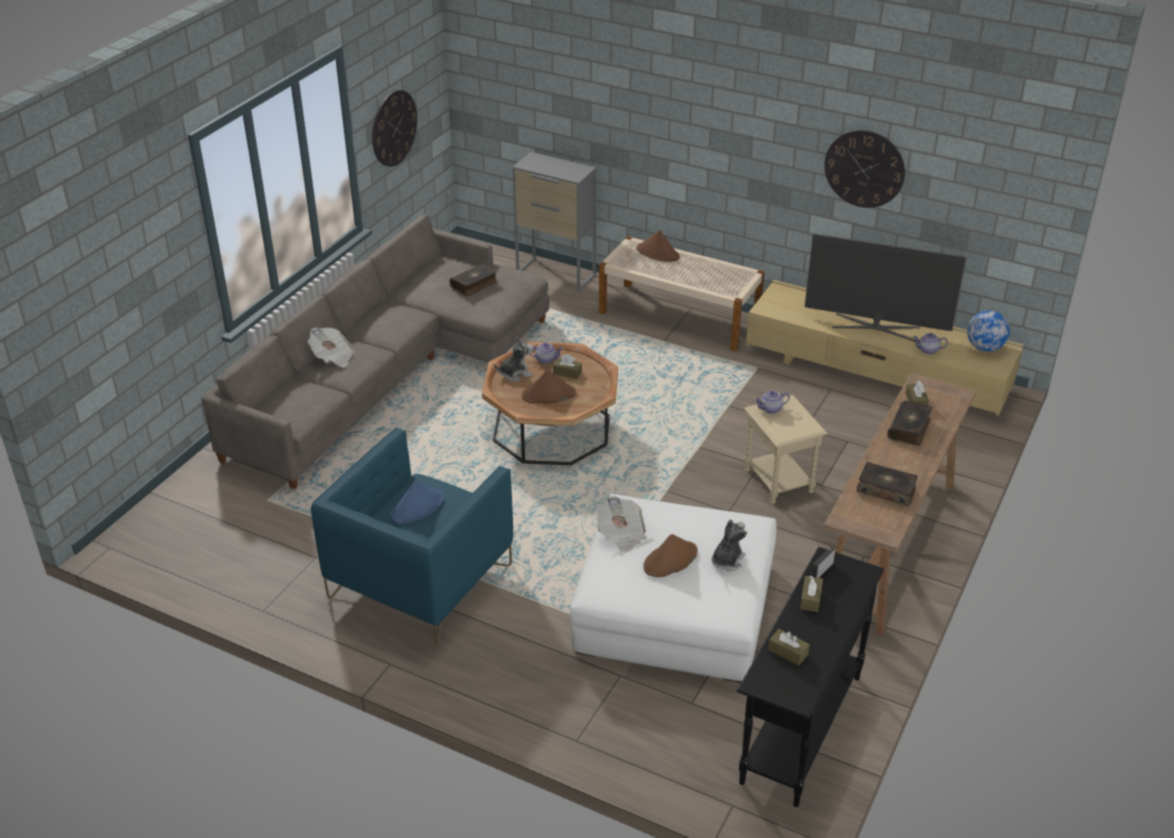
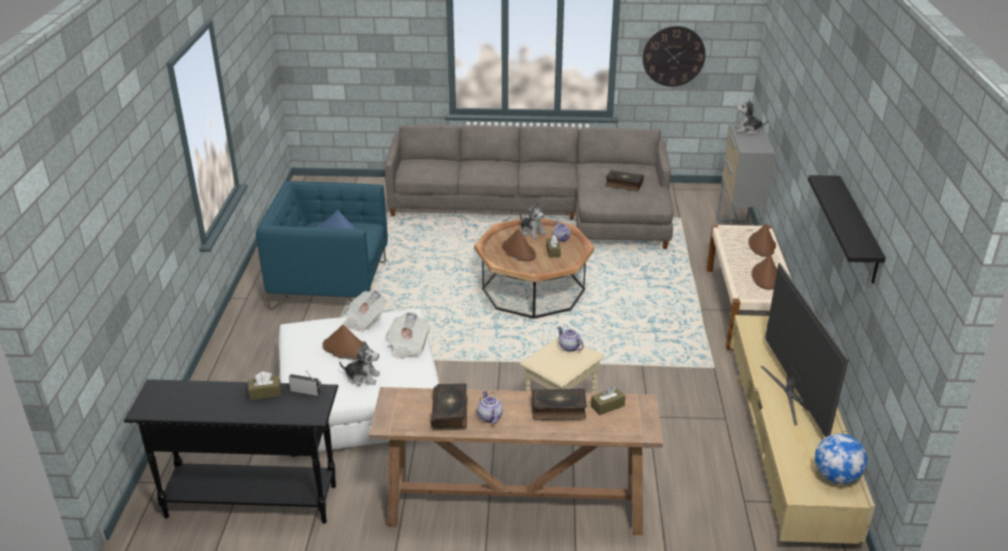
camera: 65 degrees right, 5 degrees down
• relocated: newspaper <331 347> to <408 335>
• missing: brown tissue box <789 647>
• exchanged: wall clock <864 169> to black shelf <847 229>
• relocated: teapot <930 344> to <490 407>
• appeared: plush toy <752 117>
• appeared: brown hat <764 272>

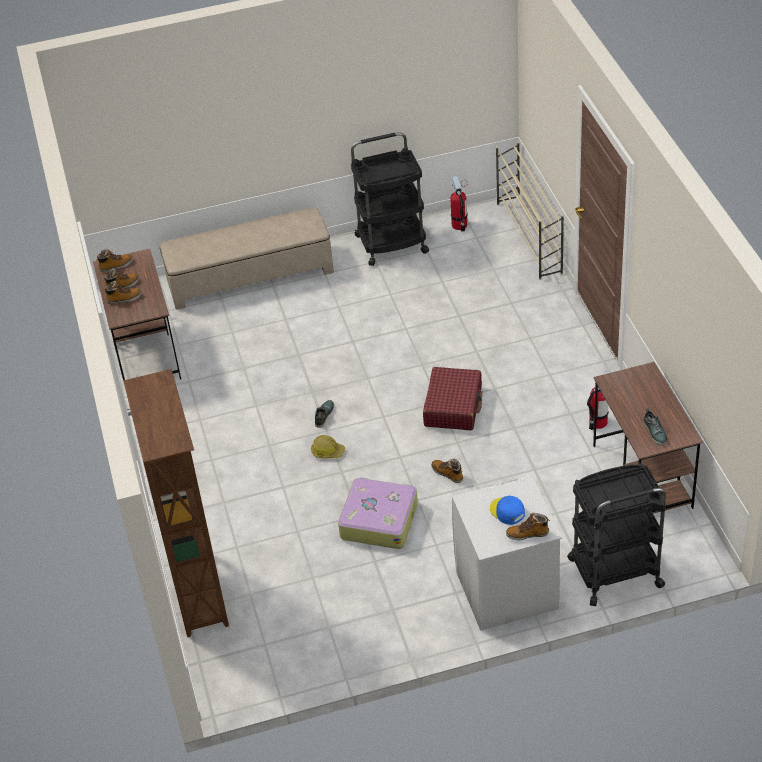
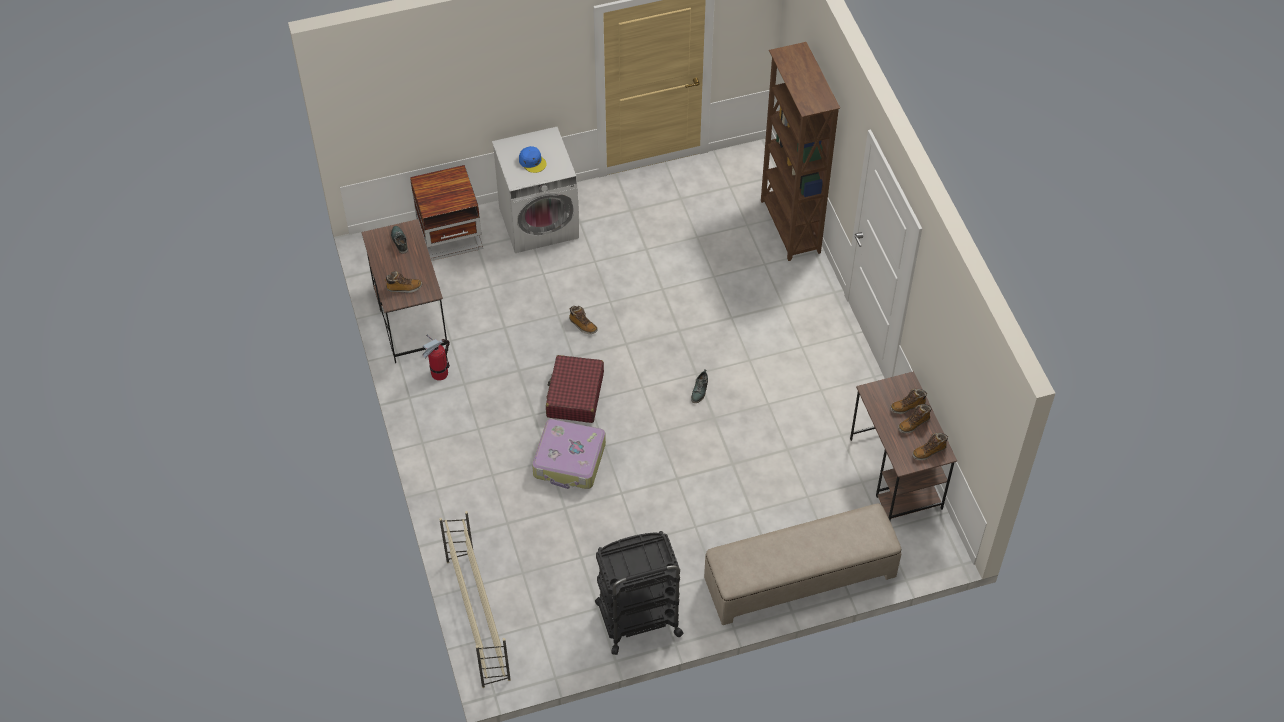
camera: 175 degrees right, 10 degrees up
• missing: hard hat <328 447>
• relocated: suitcase <378 513> to <569 454>
• missing: fire extinguisher <459 204>
• relocated: boot <528 526> to <403 282>
• exchanged: black cart <616 534> to nightstand <446 213>

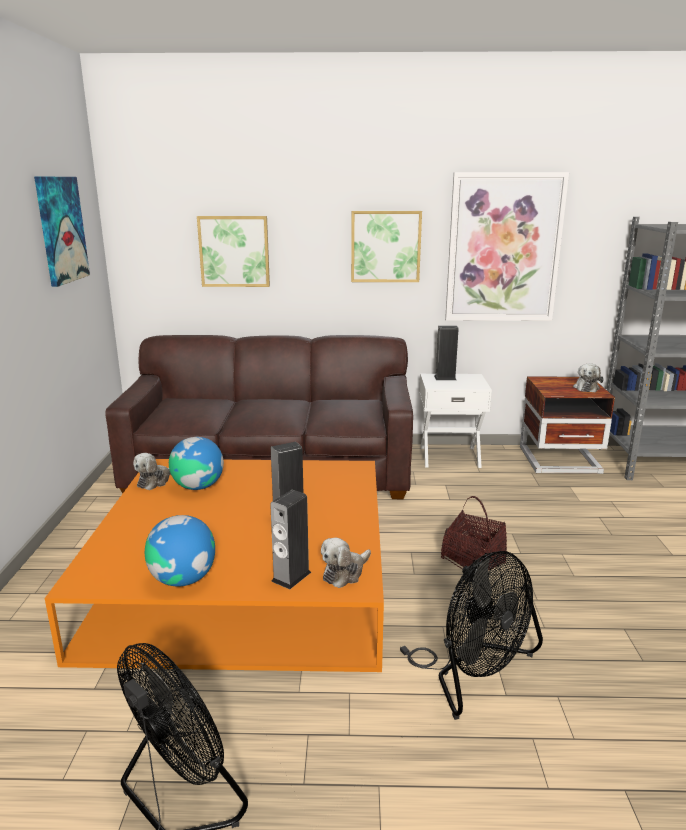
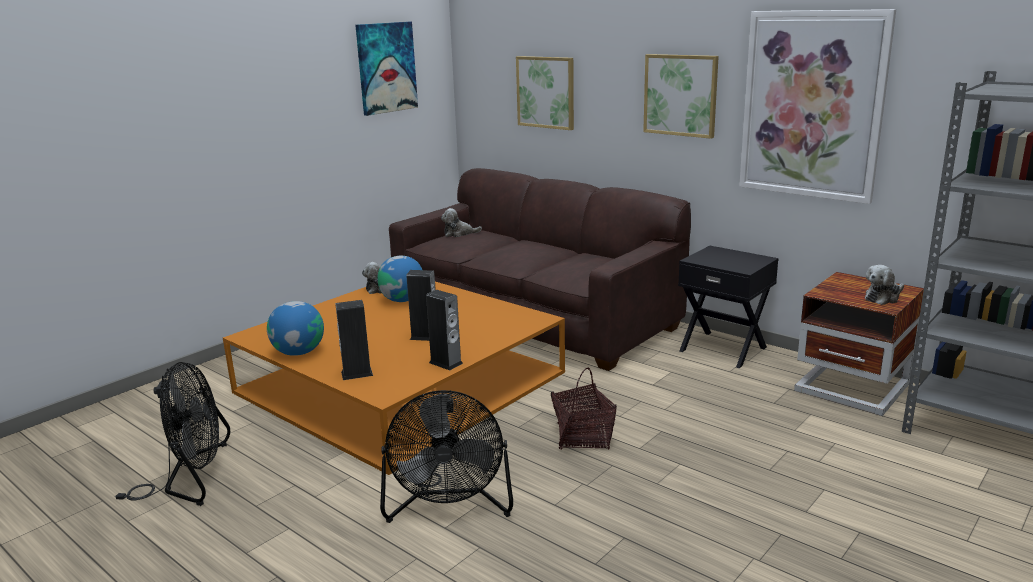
camera: 40 degrees right, 0 degrees up
• relocated: plush toy <346 563> to <461 222>
• colour: white side table <455 421> to black side table <728 307>
• relocated: speaker <446 353> to <444 330>

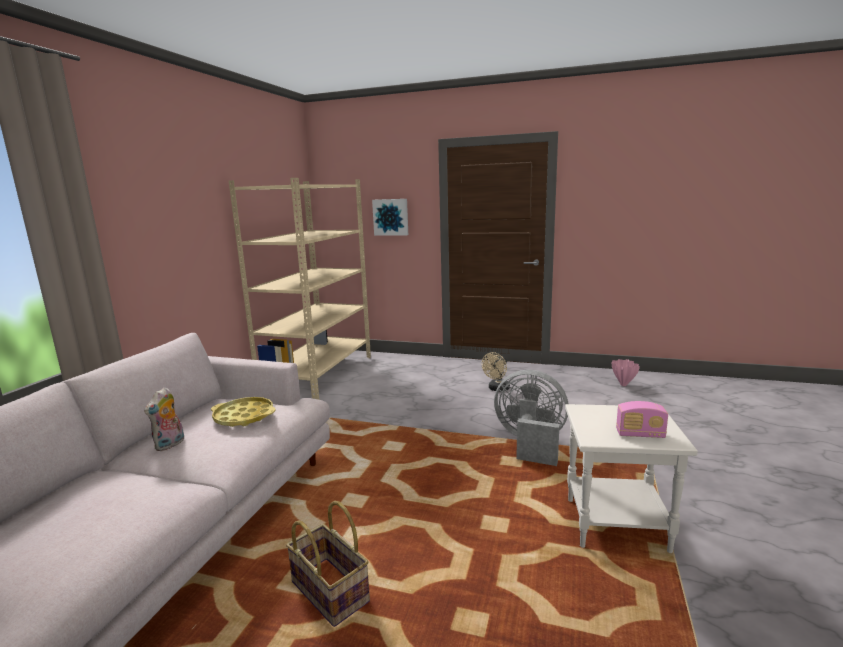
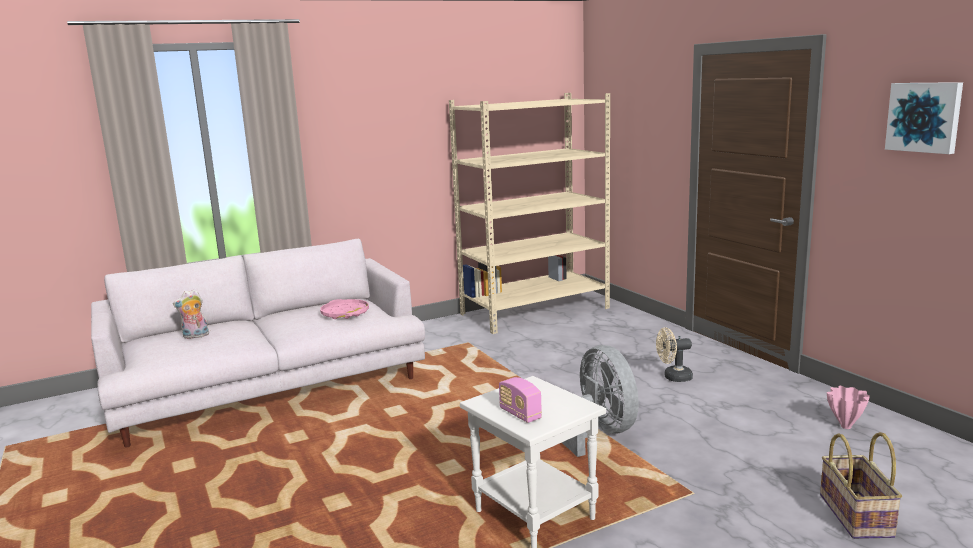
camera: 45 degrees right, 0 degrees up
• relocated: plush toy <164 419> to <191 314>
• colour: yellow tray <243 412> to pink tray <344 309>
• relocated: basket <328 564> to <861 485>
• relocated: picture <390 217> to <924 118>

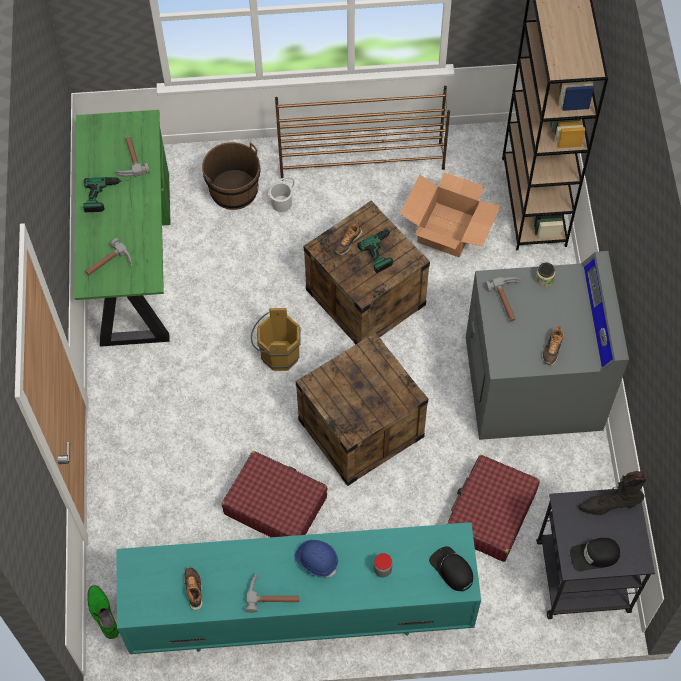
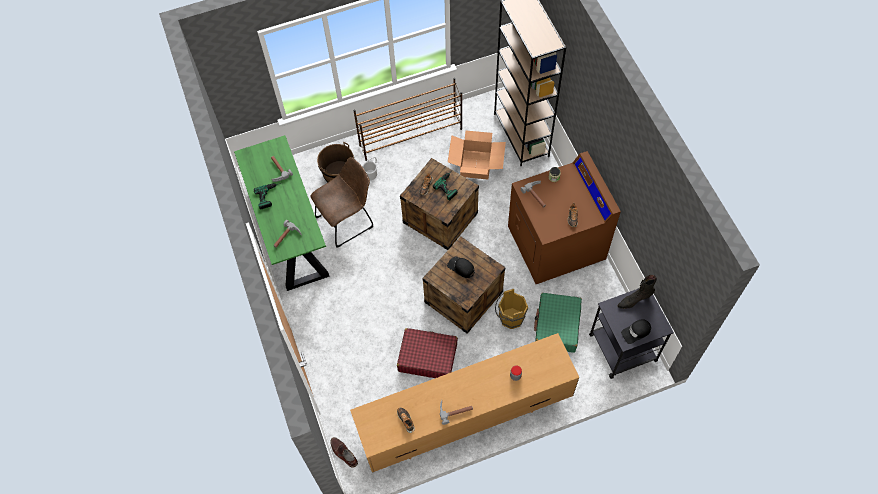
camera: 15 degrees left, 0 degrees up
• colour: green boot <103 612> to brown boot <344 452>
• colour: turquoise cabinet <299 588> to brown cabinet <464 403>
• relocated: brown bucket <276 339> to <511 309>
• missing: blue hard hat <316 558>
• relocated: black cap <451 568> to <461 267>
• colour: red suitcase <493 508> to green suitcase <558 323>
• colour: grey washing machine <547 345> to brown washing machine <564 217>
• appeared: brown chair <342 202>

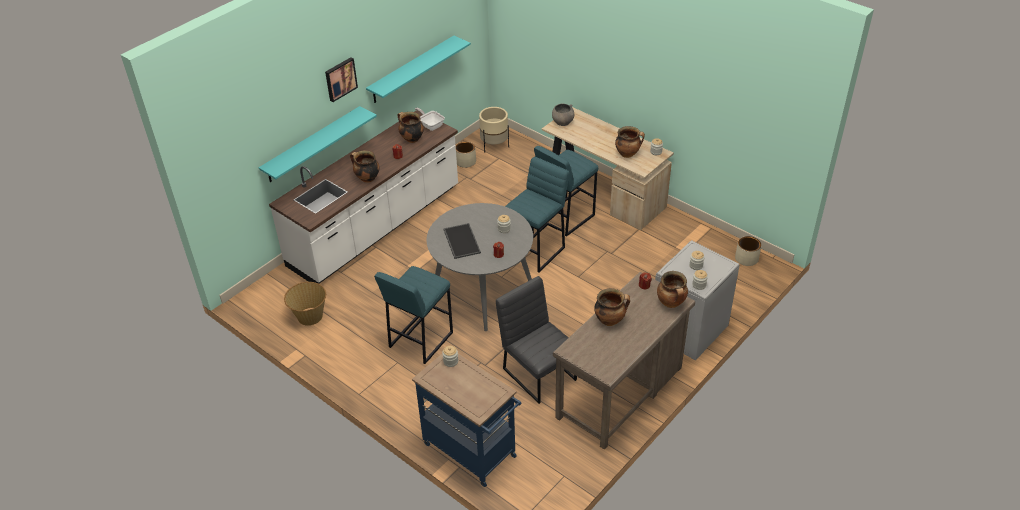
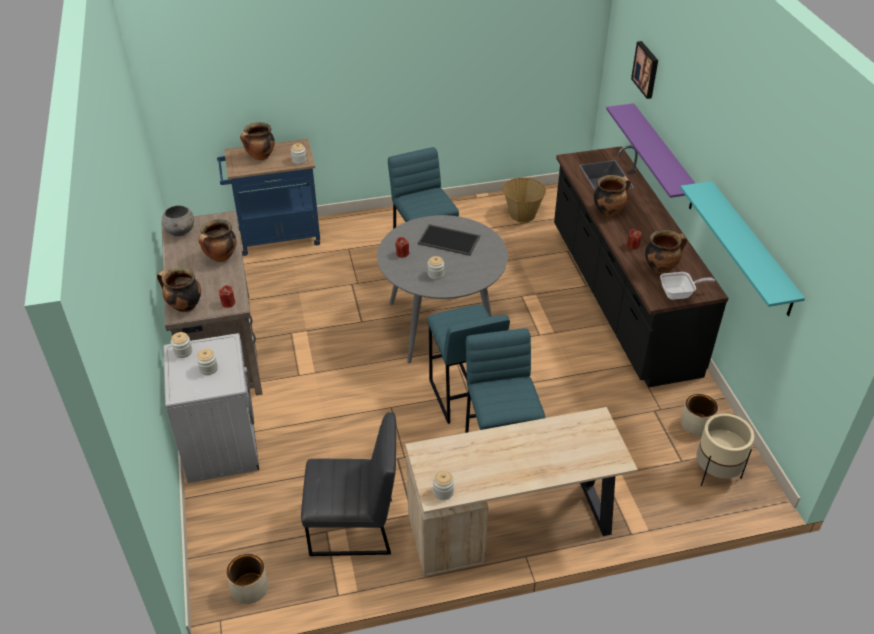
camera: 125 degrees right, 0 degrees up
• colour: turquoise shelf <317 144> to purple shelf <651 156>
• colour: white counter <363 197> to black counter <641 267>
• relocated: picture <341 79> to <644 70>
• relocated: grey chair <536 340> to <348 484>
• relocated: grey bowl <563 115> to <178 220>
• relocated: cooking pot <630 142> to <257 141>

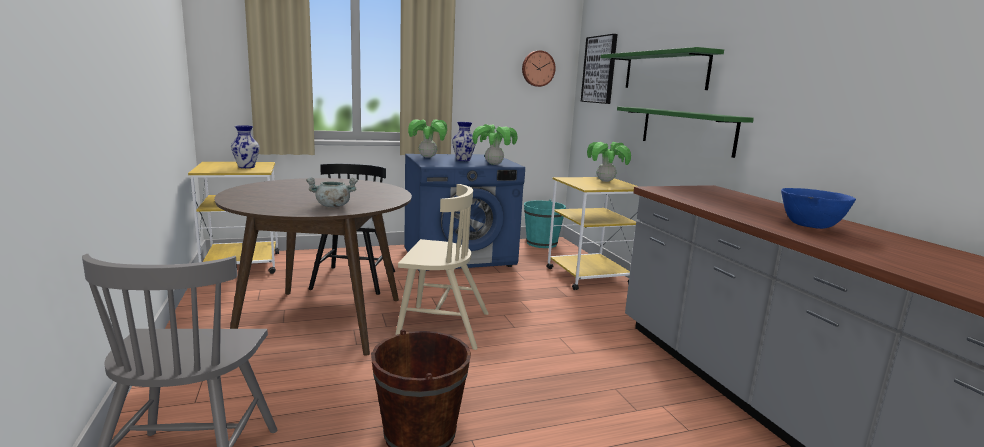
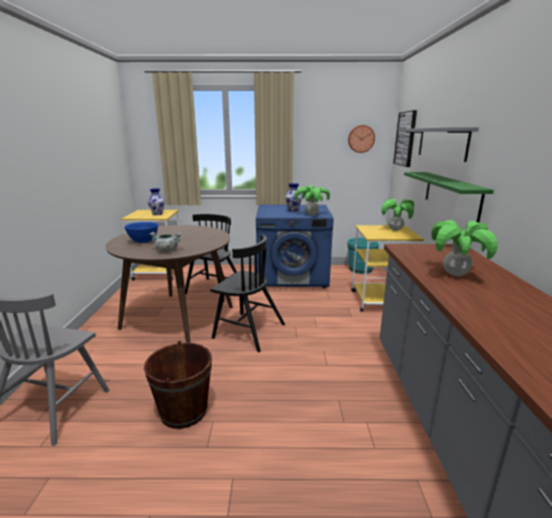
camera: 20 degrees right, 5 degrees up
• colour: beige chair <442 267> to black chair <247 293>
• relocated: potted plant <427 138> to <464 248>
• colour: green shelf <662 68> to grey shelf <438 144>
• relocated: blue bowl <818 208> to <141 232>

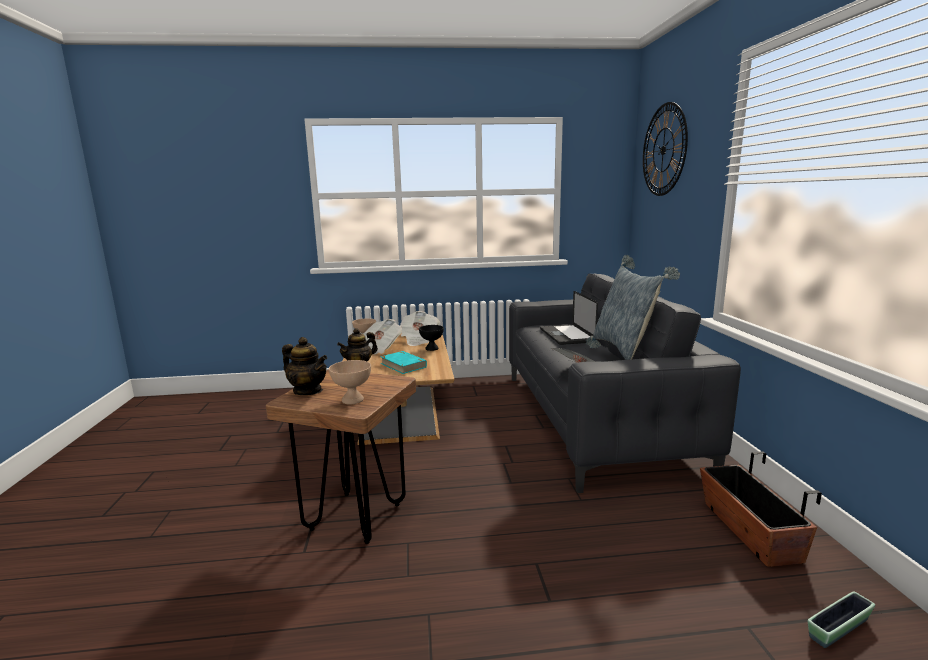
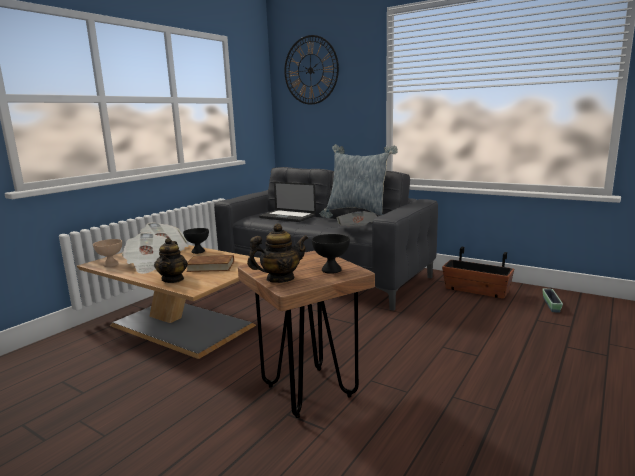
camera: 50 degrees left, 0 degrees up
• colour: beige bowl <350 382> to black bowl <331 254>
• colour: turquoise book <403 362> to brown book <210 263>

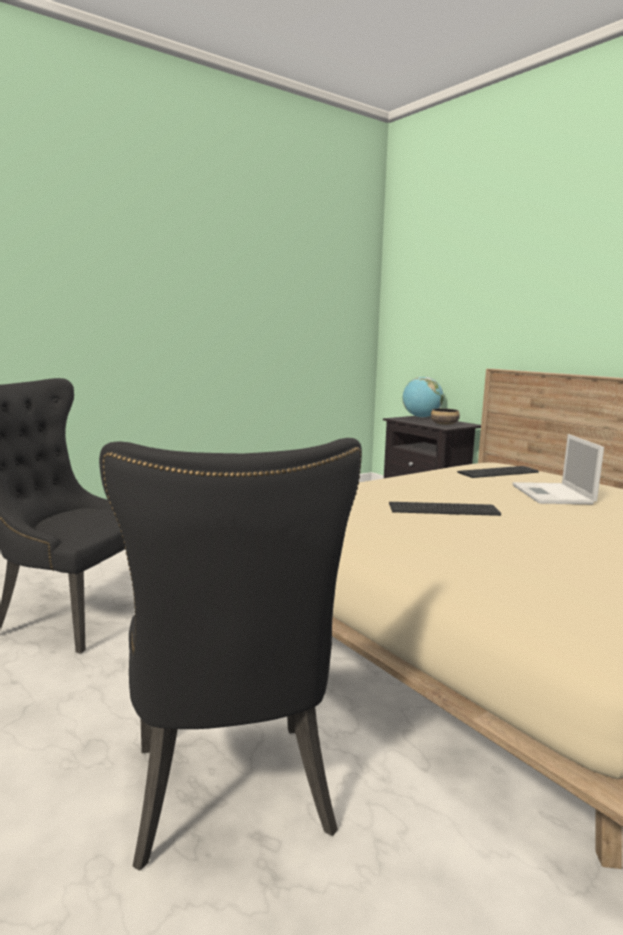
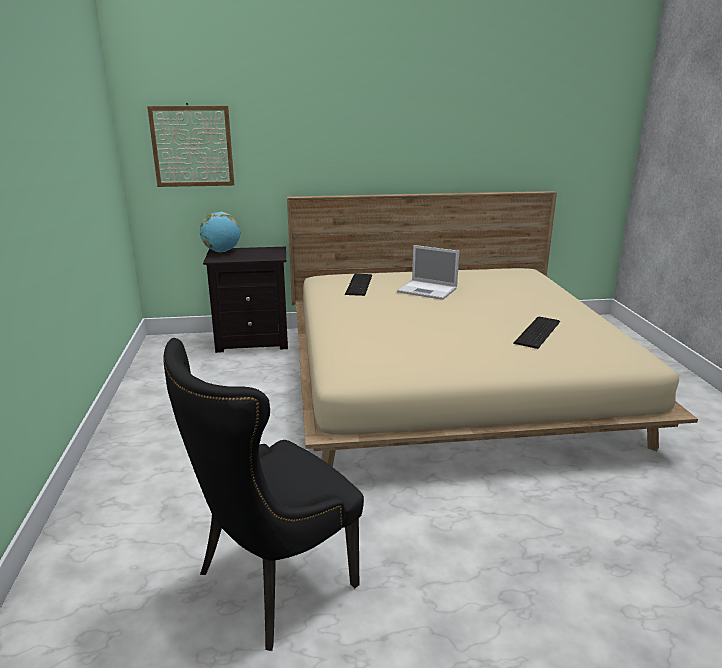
camera: 60 degrees left, 10 degrees up
• missing: black chair <230 654>
• relocated: keyboard <445 509> to <536 333>
• missing: bowl <445 416>
• appeared: picture <190 145>

